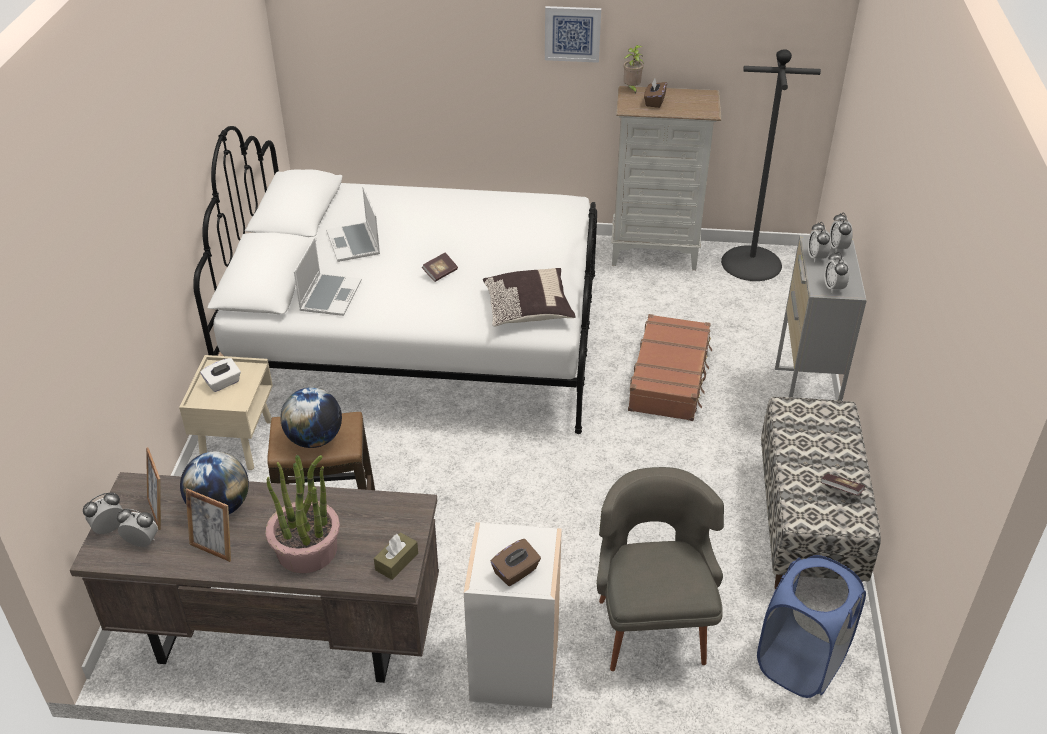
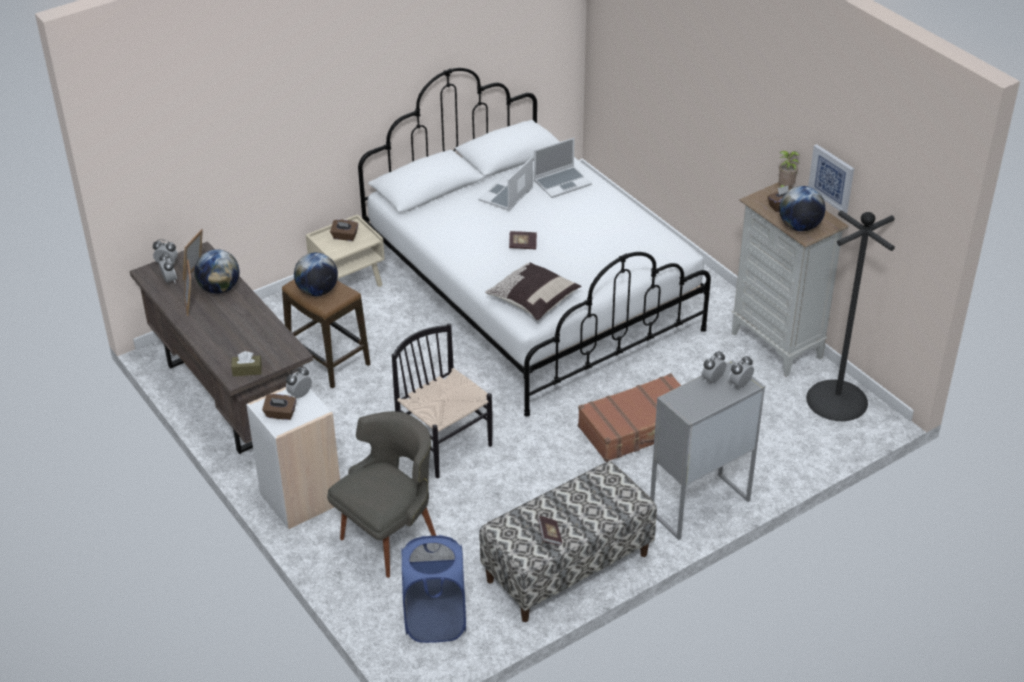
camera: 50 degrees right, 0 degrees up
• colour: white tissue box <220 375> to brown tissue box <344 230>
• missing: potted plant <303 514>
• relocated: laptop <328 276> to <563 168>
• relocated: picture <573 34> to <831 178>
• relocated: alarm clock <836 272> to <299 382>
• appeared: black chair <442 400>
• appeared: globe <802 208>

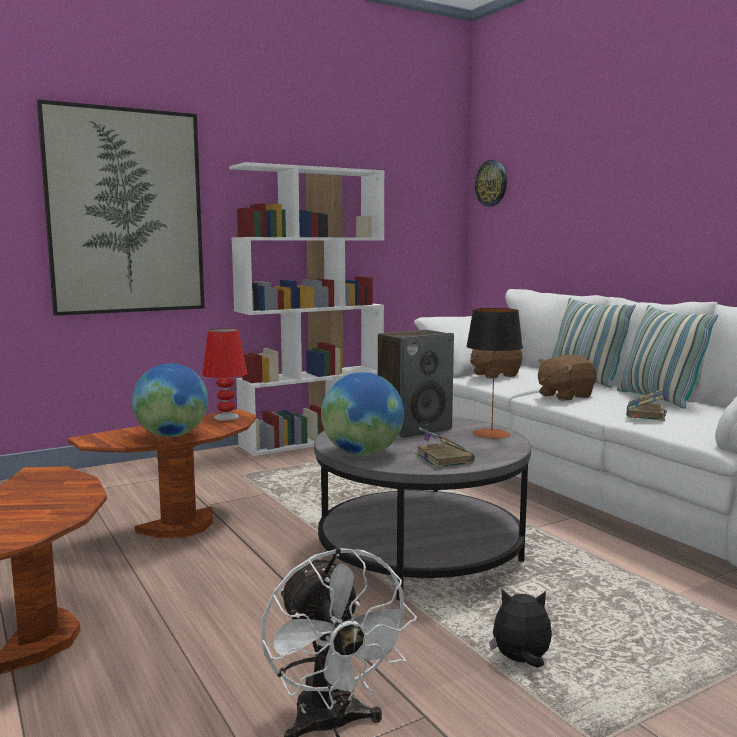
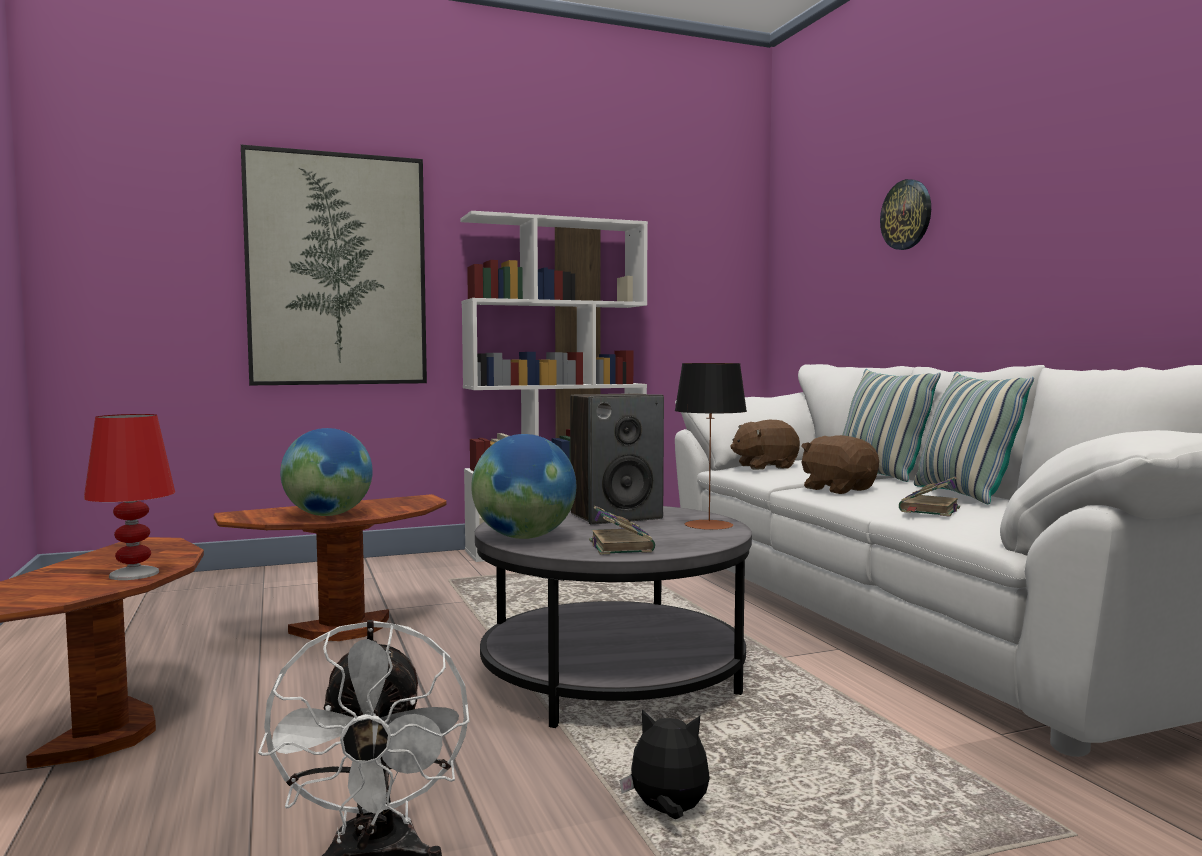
camera: 10 degrees right, 5 degrees down
• relocated: red table lamp <225 374> to <129 497>
• relocated: wall clock <491 183> to <905 214>
• spun: brown plush toy <567 378> = <840 464> 75 degrees clockwise

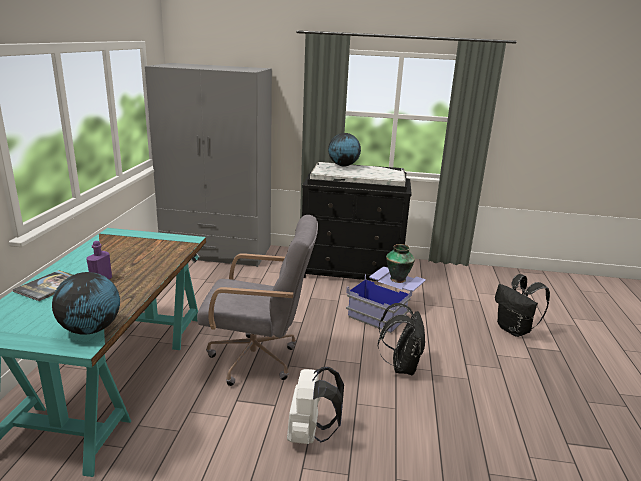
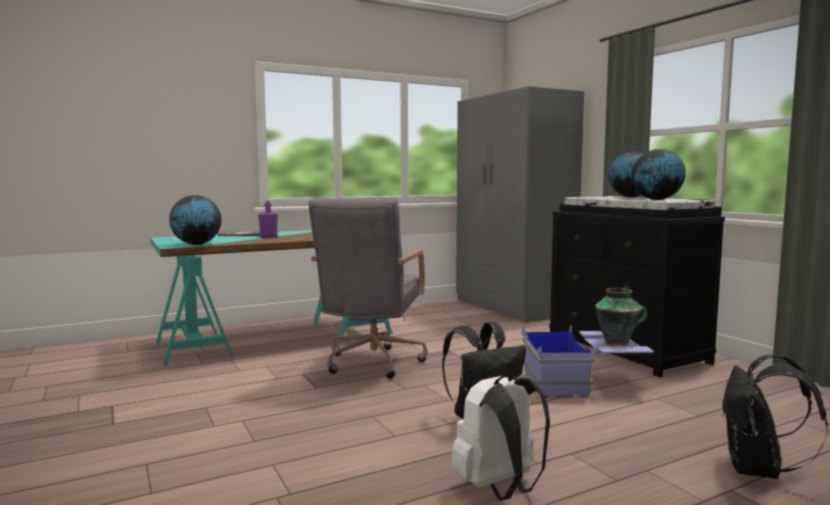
camera: 55 degrees right, 15 degrees down
• spun: grey office chair <257 300> = <368 287> 45 degrees clockwise
• relocated: white backpack <315 405> to <500 437>
• appeared: globe <659 174>

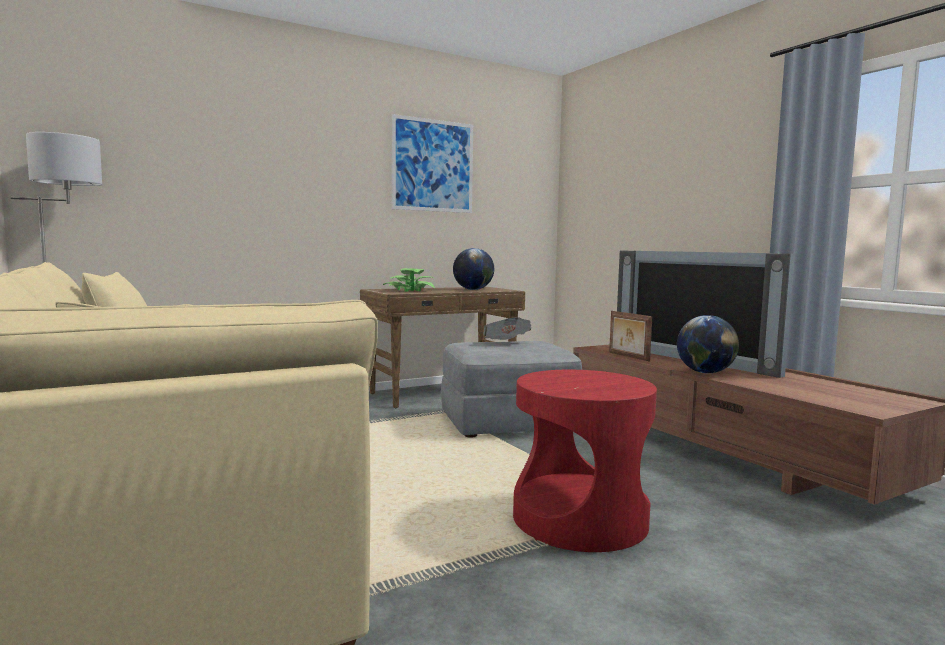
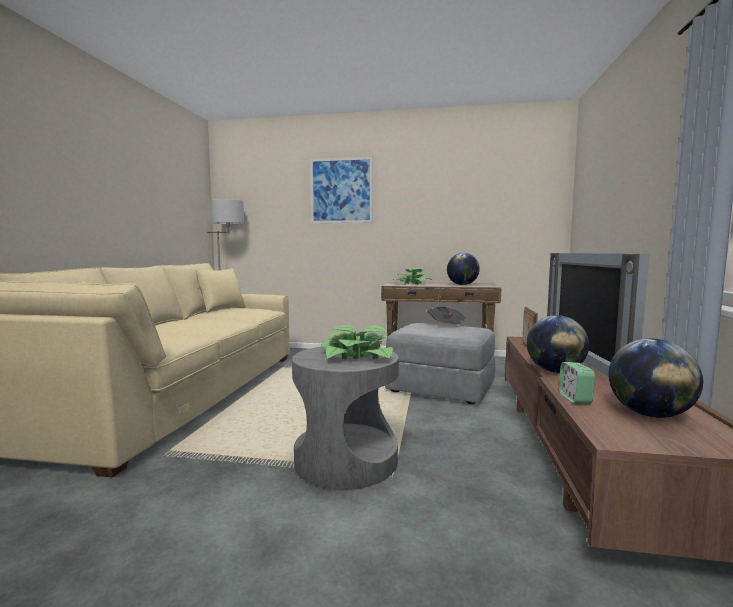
camera: 40 degrees right, 0 degrees up
• relocated: picture <432 163> to <341 190>
• colour: red side table <585 461> to grey side table <345 418>
• appeared: potted plant <357 342>
• appeared: alarm clock <577 383>
• appeared: globe <655 378>

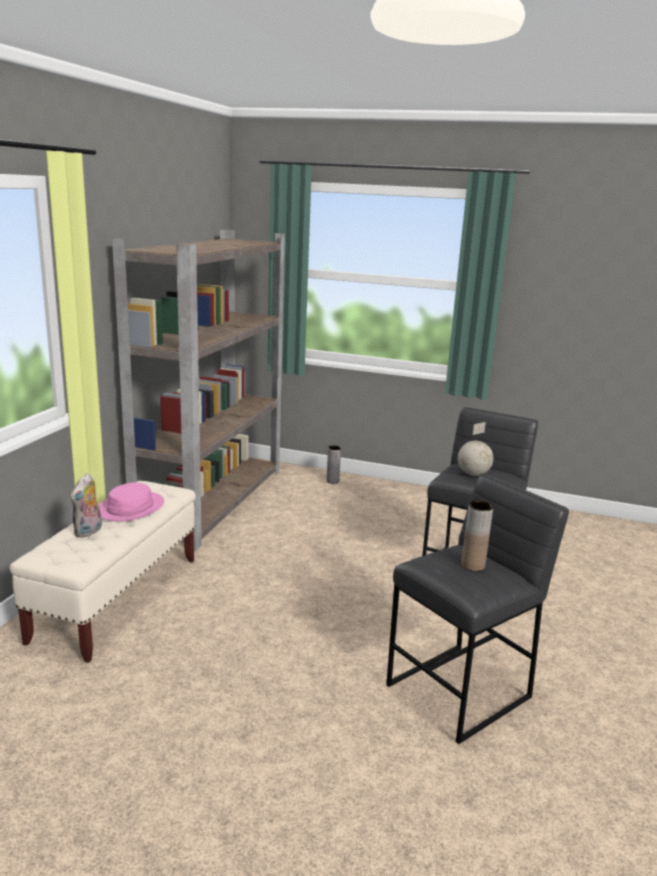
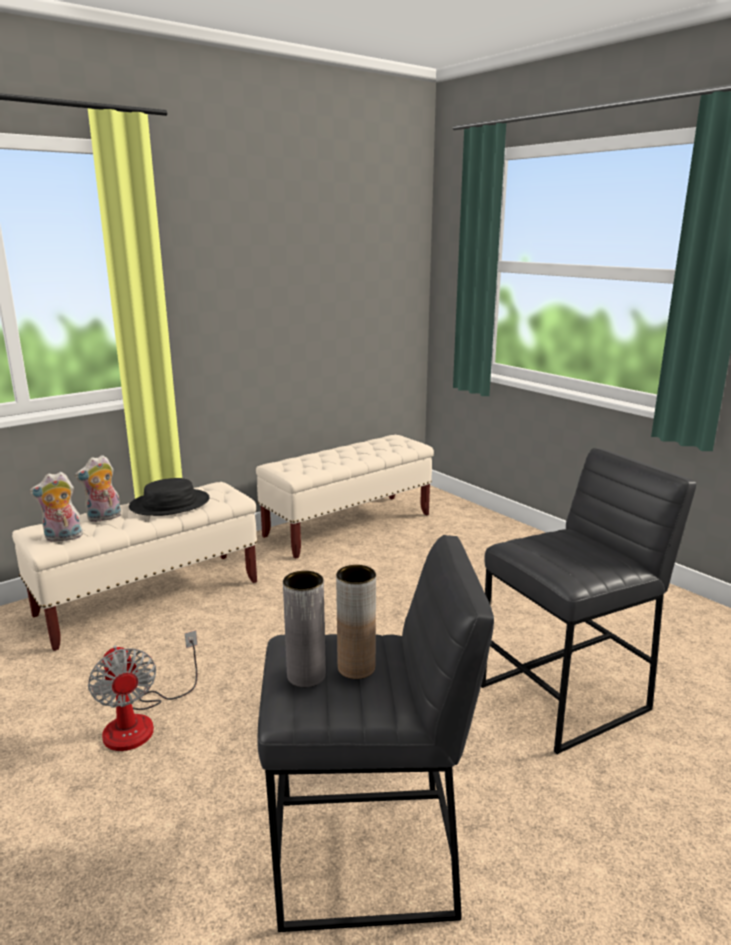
camera: 35 degrees right, 0 degrees up
• colour: pink hat <131 502> to black hat <169 497>
• exchanged: brown bookcase <198 390> to beige bench <345 497>
• relocated: grey vase <334 464> to <304 629>
• missing: globe <475 449>
• appeared: plush toy <56 507>
• appeared: fan <142 690>

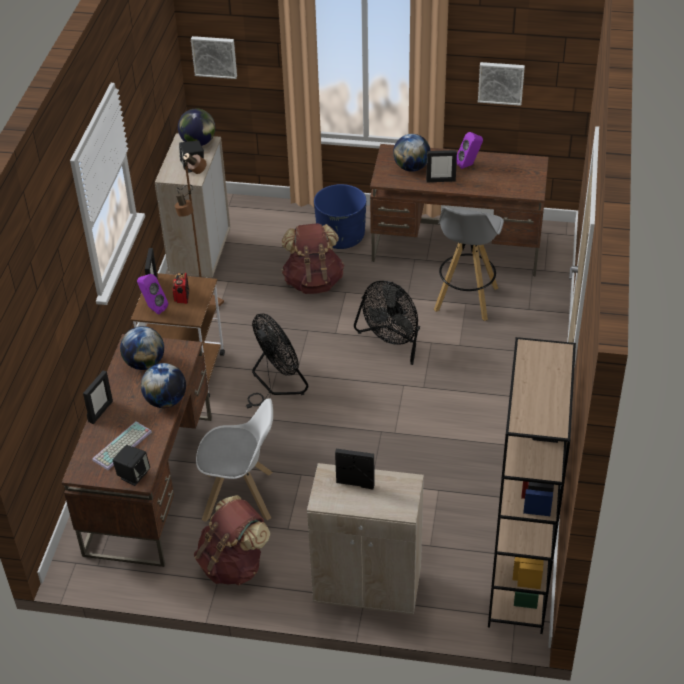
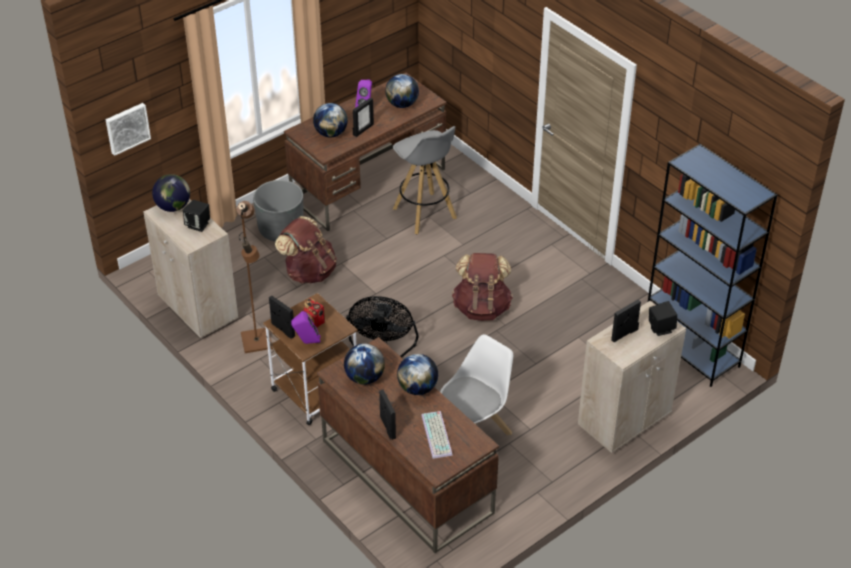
camera: 50 degrees left, 0 degrees up
• relocated: black speaker <131 465> to <663 318>
• relocated: brown backpack <232 540> to <482 287>
• colour: blue planter <340 216> to grey planter <278 211>
• missing: black fan <387 323>
• missing: picture <501 84>
• colour: beige bookcase <532 485> to blue bookcase <712 265>
• appeared: globe <402 91>

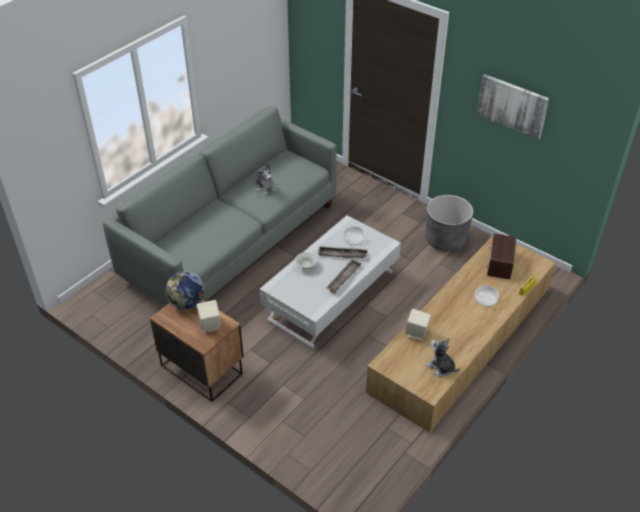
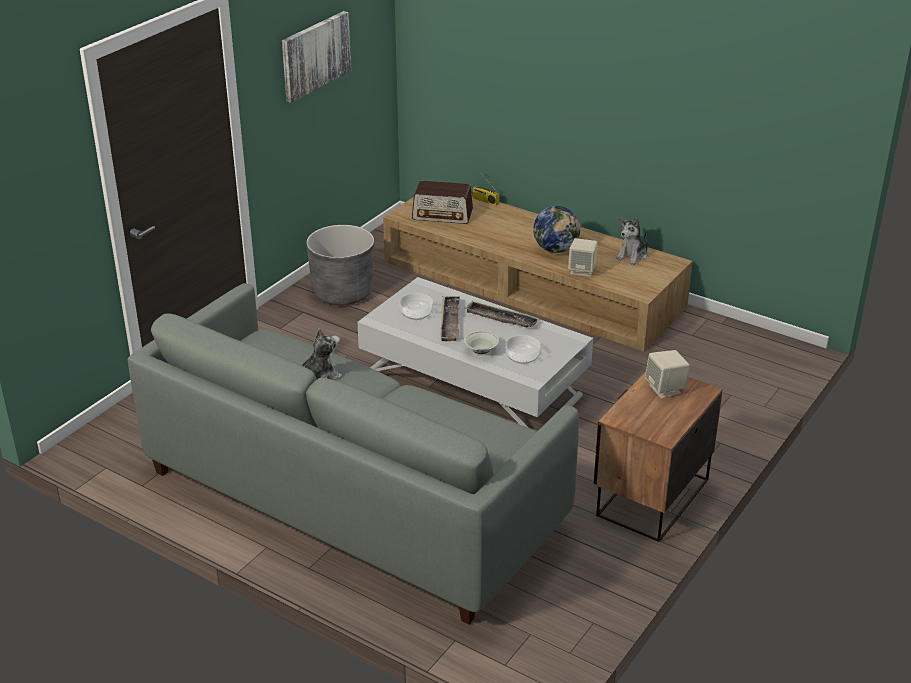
camera: 95 degrees left, 10 degrees down
• relocated: globe <185 290> to <557 229>
• relocated: bowl <487 295> to <523 349>

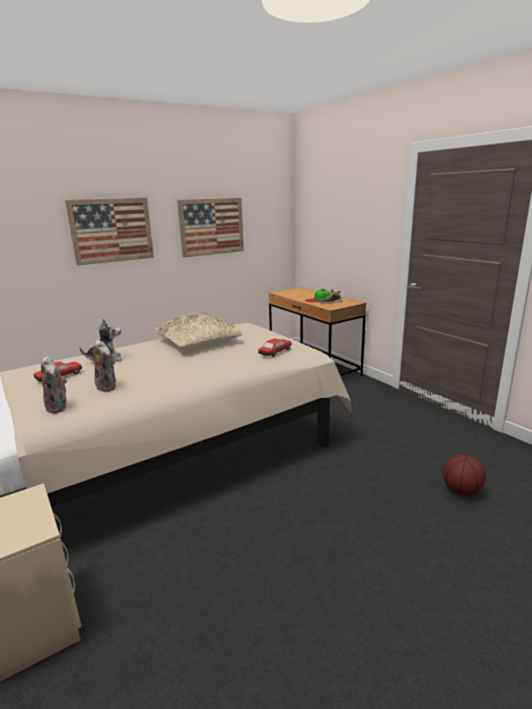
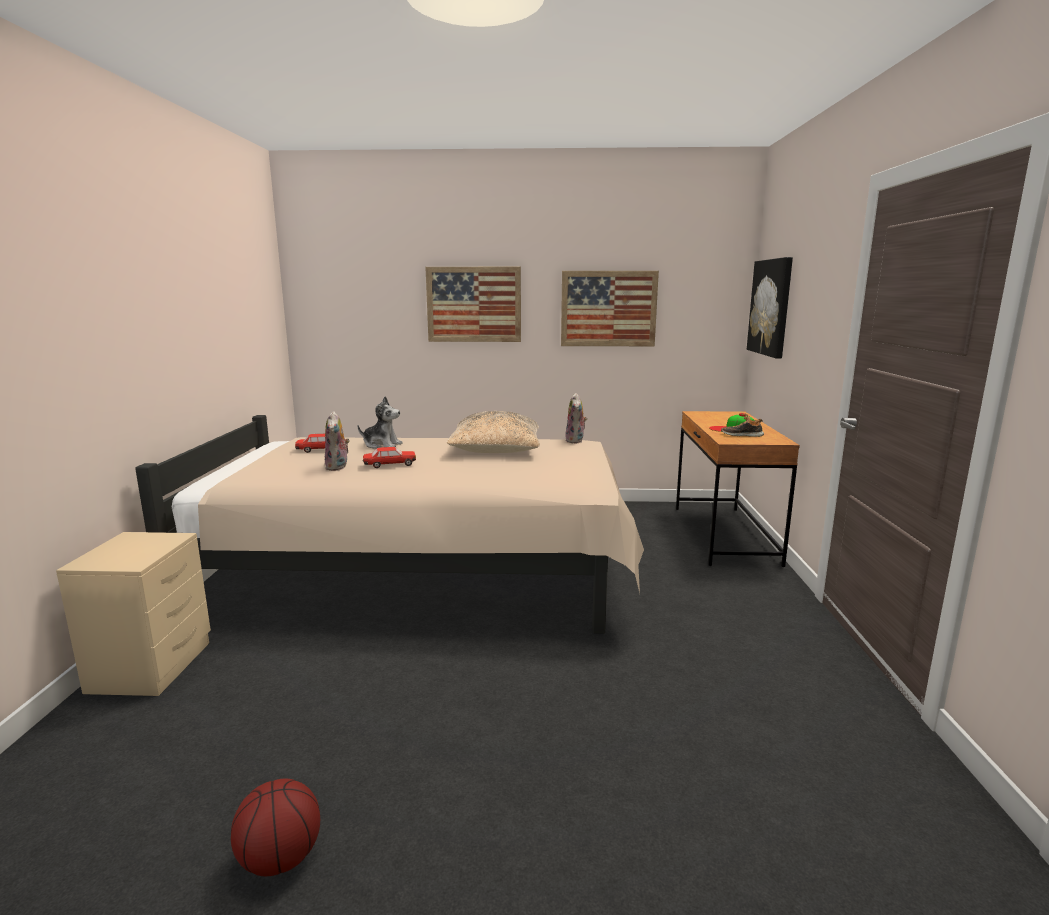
camera: 35 degrees right, 5 degrees down
• relocated: plush toy <54 384> to <576 418>
• relocated: toy car <275 348> to <389 457>
• relocated: basketball <464 474> to <275 827>
• appeared: picture <770 308>

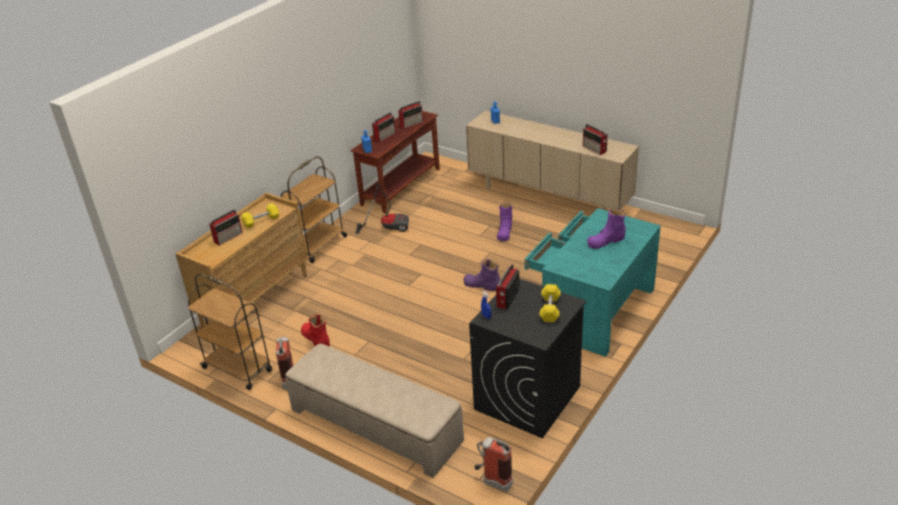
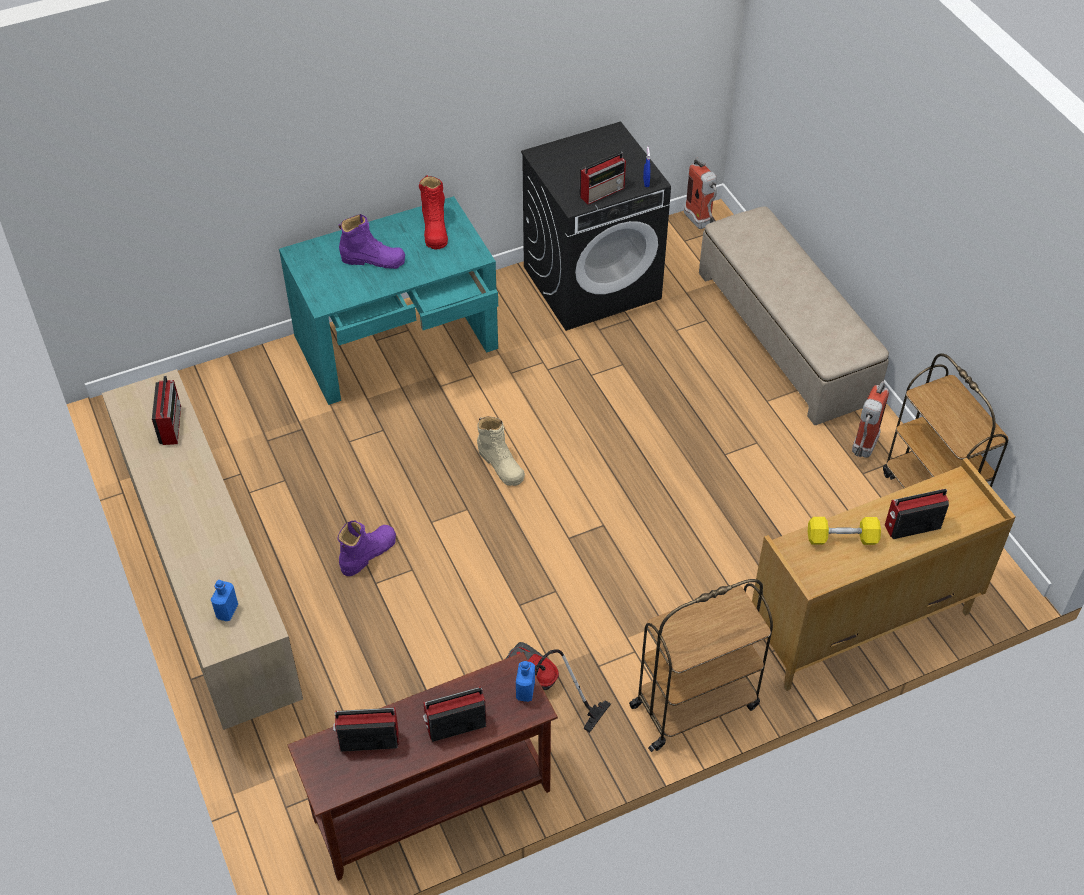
camera: 150 degrees left, 15 degrees up
• relocated: red boot <315 331> to <433 212>
• colour: purple boot <482 275> to beige boot <501 451>
• missing: yellow dumbbell <550 303>

